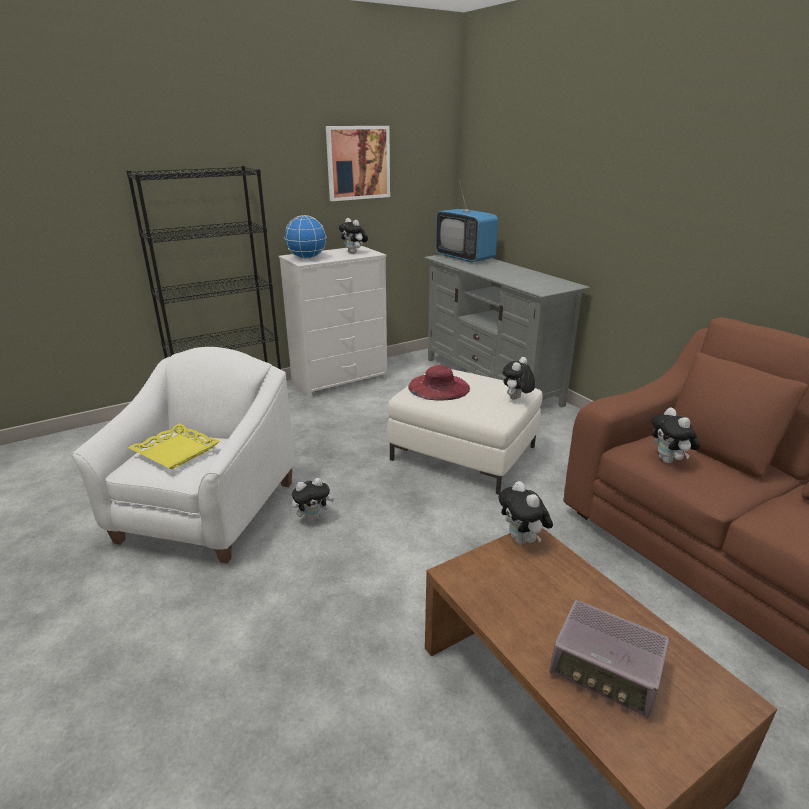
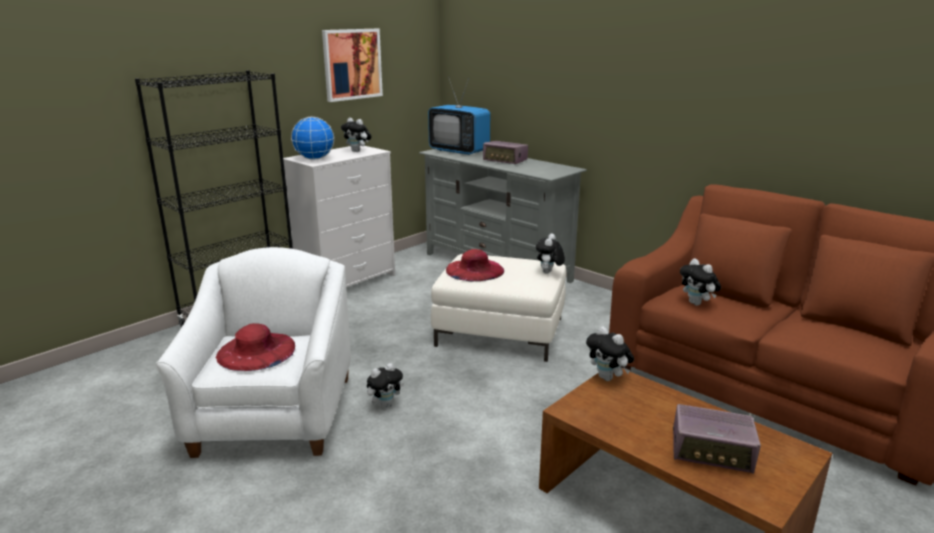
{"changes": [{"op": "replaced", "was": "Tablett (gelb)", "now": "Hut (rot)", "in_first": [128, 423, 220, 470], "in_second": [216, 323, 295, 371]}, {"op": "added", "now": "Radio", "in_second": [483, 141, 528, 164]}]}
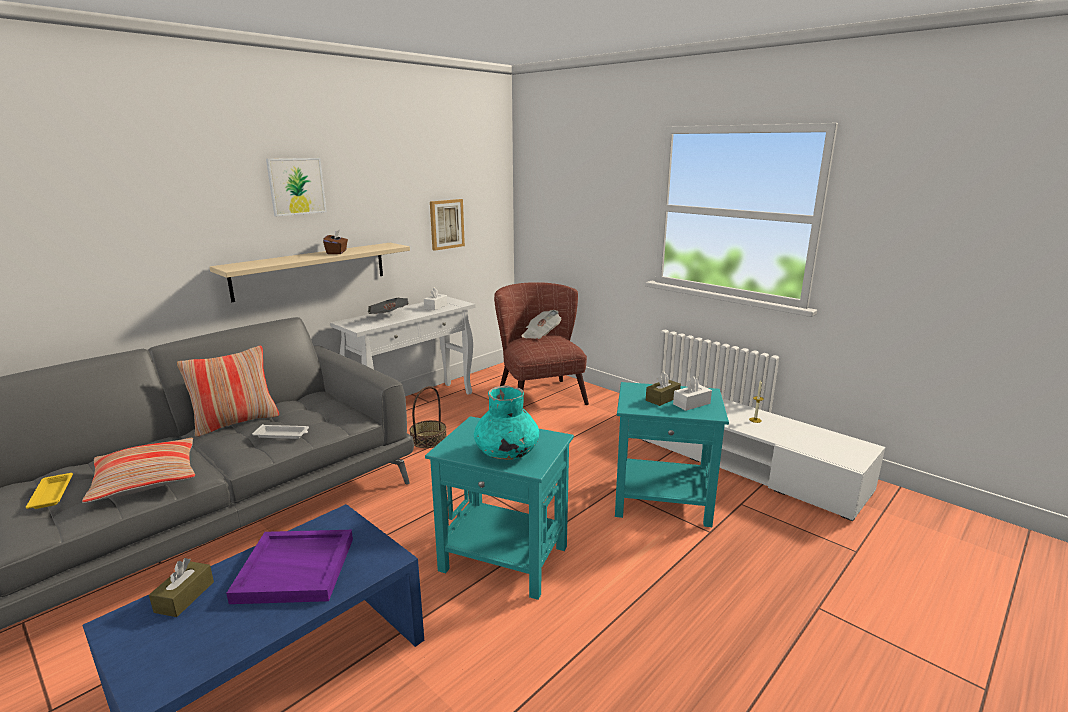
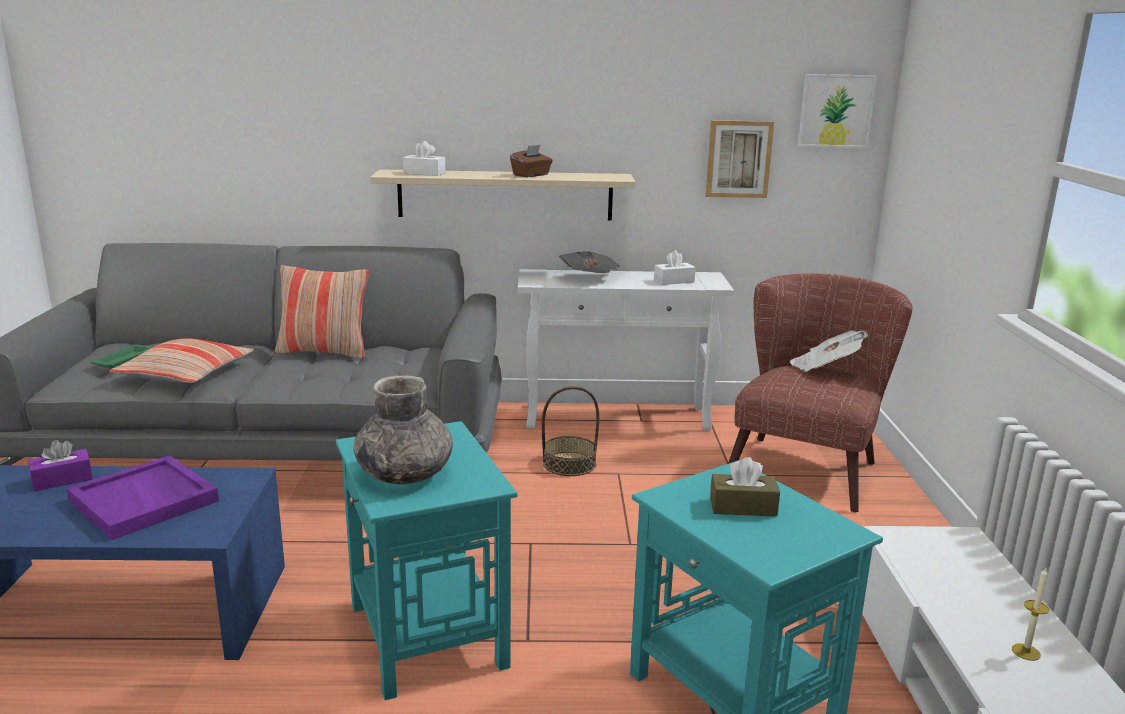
{"changes": [{"op": "recoloured", "was": "Taschentuchbox (braun)", "now": "Taschentuchbox (lila)", "in_first": [149, 558, 214, 617], "in_second": [28, 440, 93, 491]}, {"op": "recoloured", "was": "Tablett (gelb)", "now": "Tablett (grün)", "in_first": [26, 473, 73, 509], "in_second": [90, 344, 153, 369]}, {"op": "recoloured", "was": "Vase (türkis)", "now": "Vase (grau)", "in_first": [474, 385, 539, 460], "in_second": [353, 375, 453, 485]}, {"op": "moved", "was": "Taschentuchbox (weiß)", "in_first": [673, 376, 712, 411], "in_second": [403, 141, 445, 176]}, {"op": "moved", "was": "Bild", "in_first": [266, 158, 327, 216], "in_second": [798, 74, 877, 148]}, {"op": "removed", "was": "Tablett (weiß)", "in_first": [252, 424, 309, 439]}]}
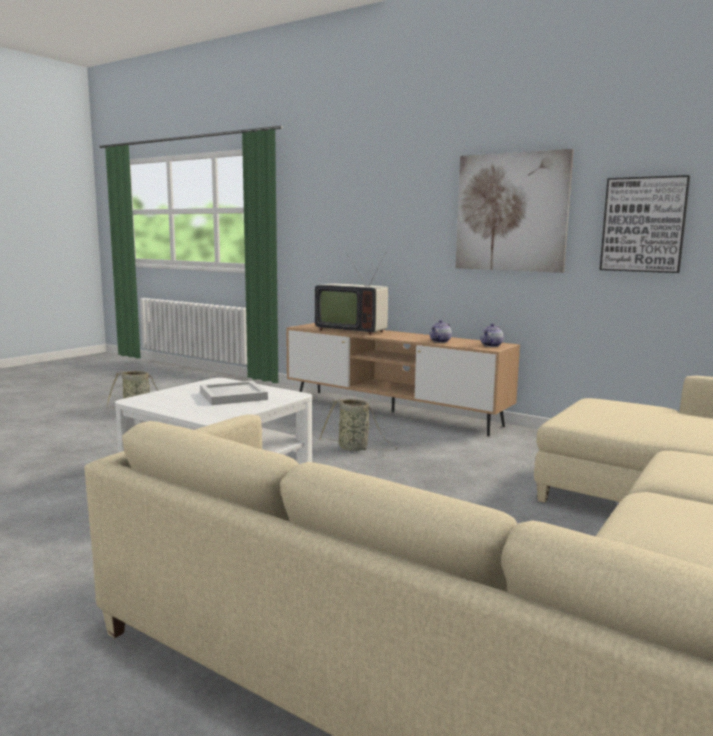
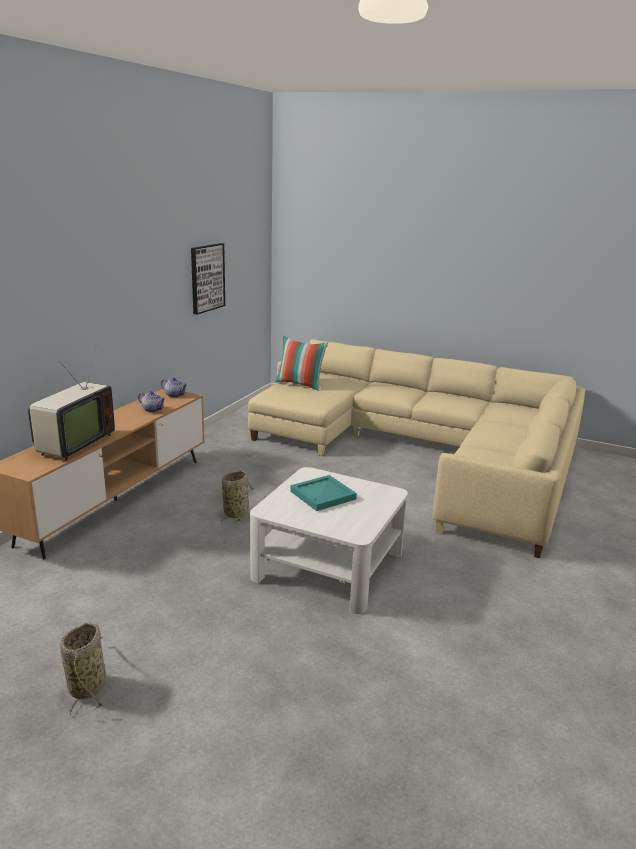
{"changes": [{"op": "added", "now": "Kissen", "in_second": [275, 336, 328, 391]}, {"op": "recoloured", "was": "Tablett (weiß)", "now": "Tablett (türkis)", "in_first": [200, 381, 268, 405], "in_second": [290, 475, 357, 511]}, {"op": "removed", "was": "Bild", "in_first": [456, 149, 574, 273]}]}
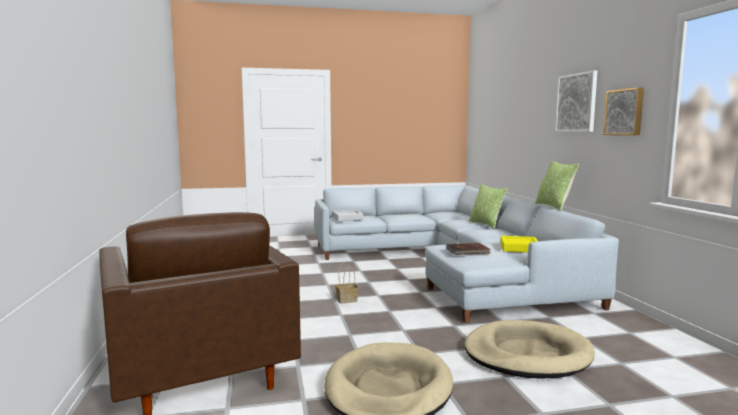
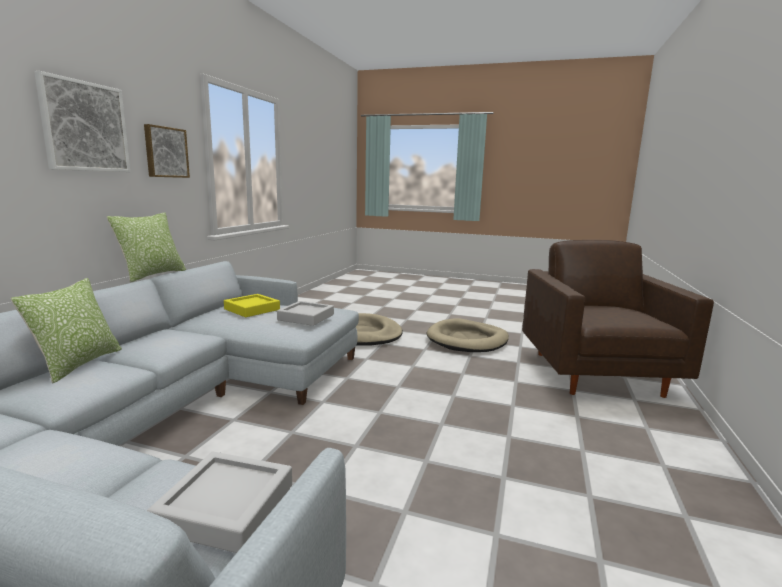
{"changes": [{"op": "replaced", "was": "Buch (braun)", "now": "Tablett (grau)", "in_first": [446, 243, 491, 255], "in_second": [277, 301, 334, 326]}, {"op": "removed", "was": "Korb", "in_first": [336, 262, 358, 304]}]}
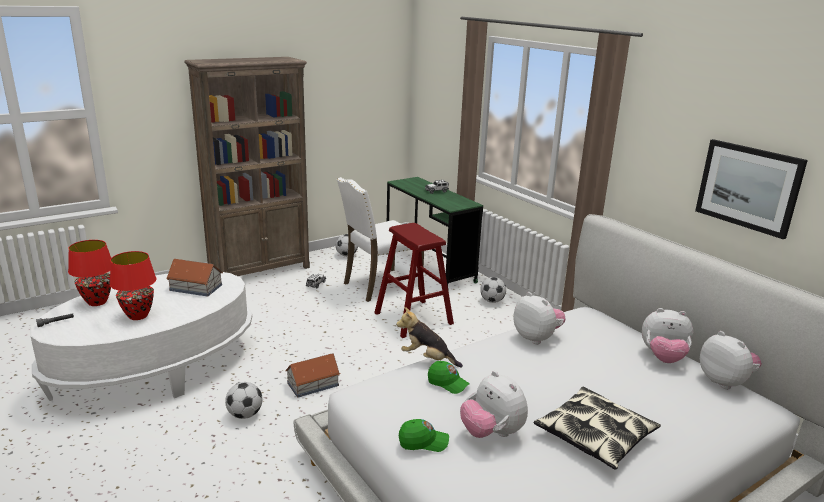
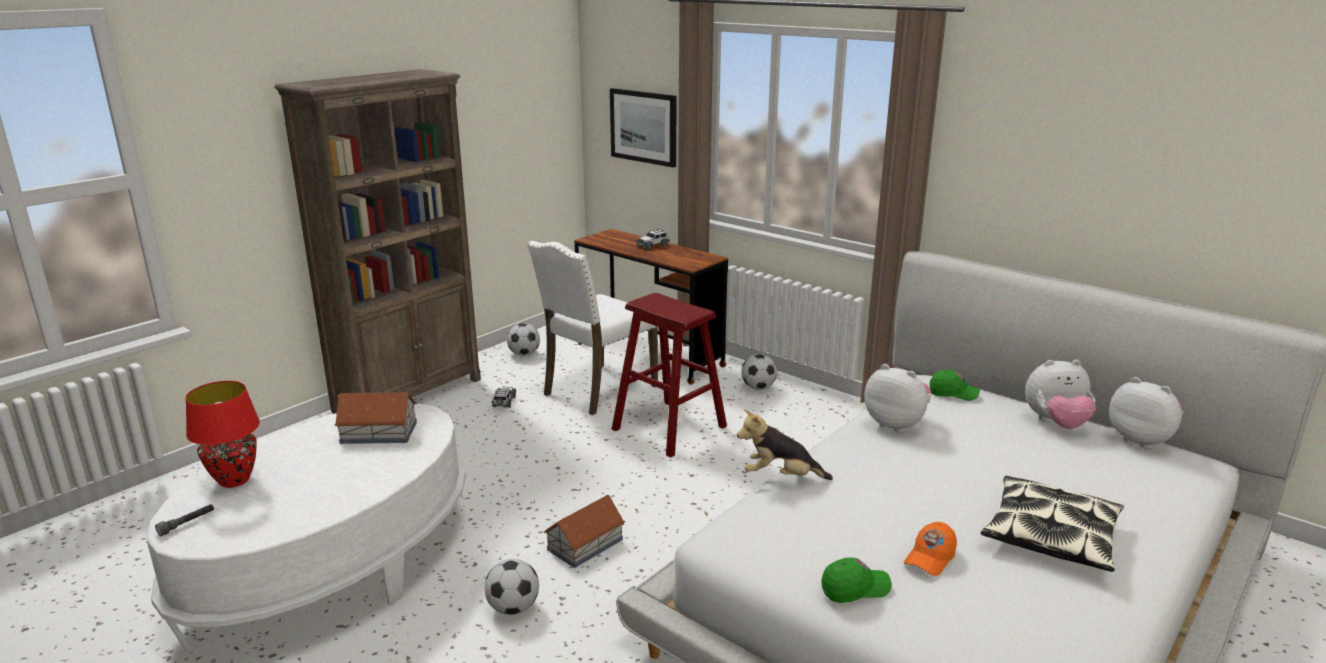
{"changes": [{"op": "recoloured", "was": "Schreibtisch (grün)", "now": "Schreibtisch (braun)", "in_first": [387, 177, 483, 285], "in_second": [574, 229, 728, 385]}, {"op": "moved", "was": "Bild", "in_first": [695, 139, 808, 239], "in_second": [610, 88, 677, 167]}, {"op": "replaced", "was": "Plüschtier", "now": "Kappe (orange)", "in_first": [460, 371, 528, 438], "in_second": [904, 522, 957, 576]}, {"op": "moved", "was": "Kappe (grün)", "in_first": [428, 361, 470, 394], "in_second": [929, 370, 980, 401]}, {"op": "removed", "was": "Tischlampe (rot)", "in_first": [110, 251, 157, 320]}]}
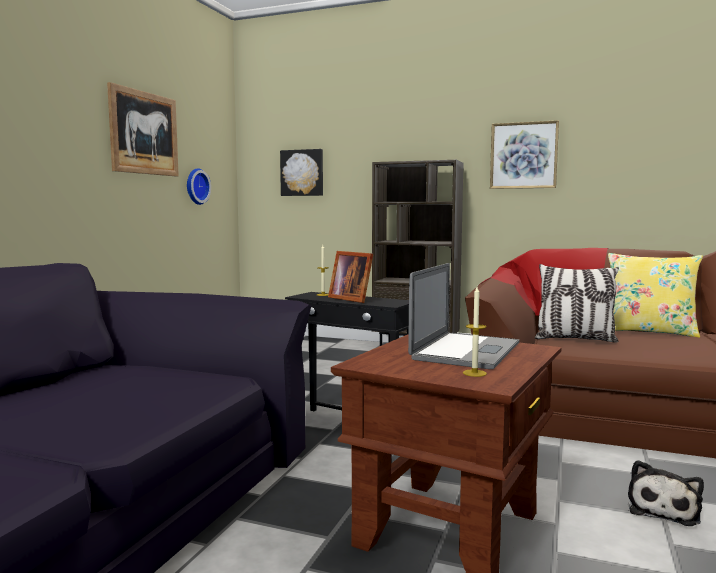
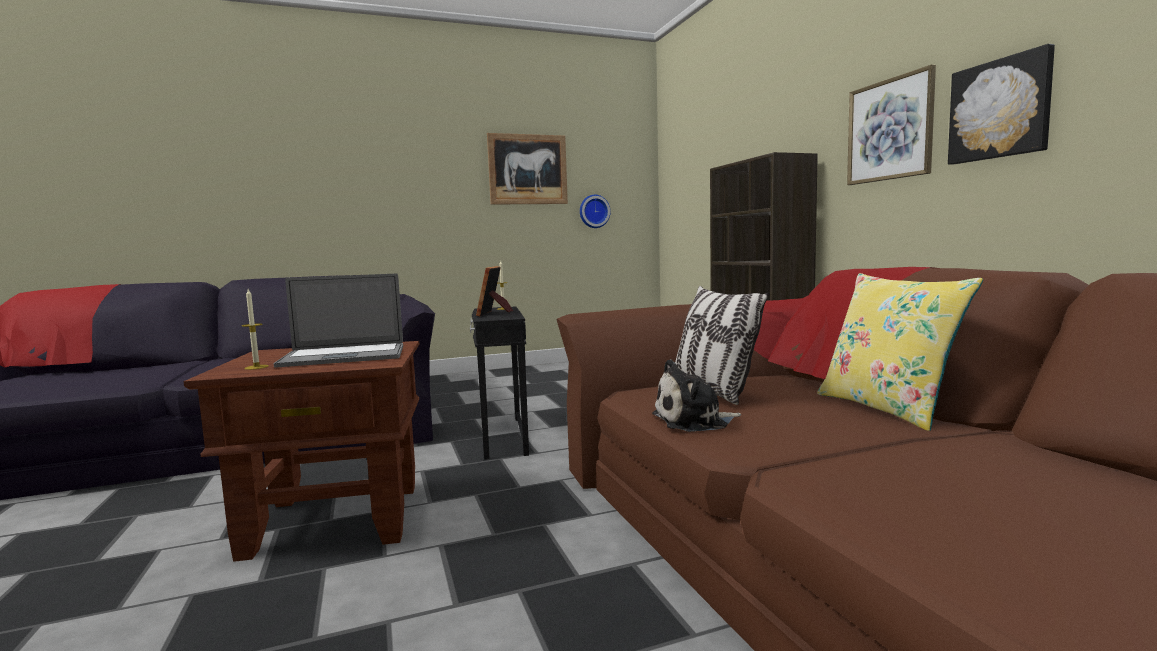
{"changes": [{"op": "moved", "was": "Plüschtier", "in_first": [628, 460, 704, 526], "in_second": [652, 359, 741, 432]}, {"op": "moved", "was": "Bild", "in_first": [280, 149, 323, 196], "in_second": [948, 44, 1055, 165]}]}
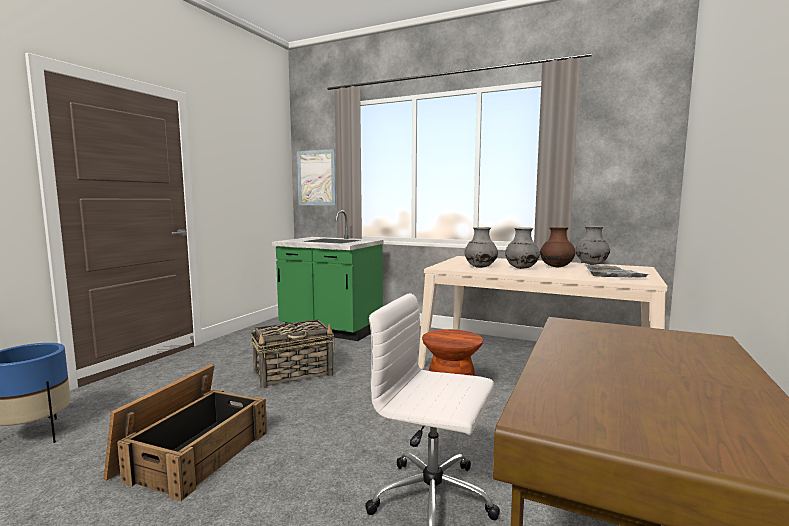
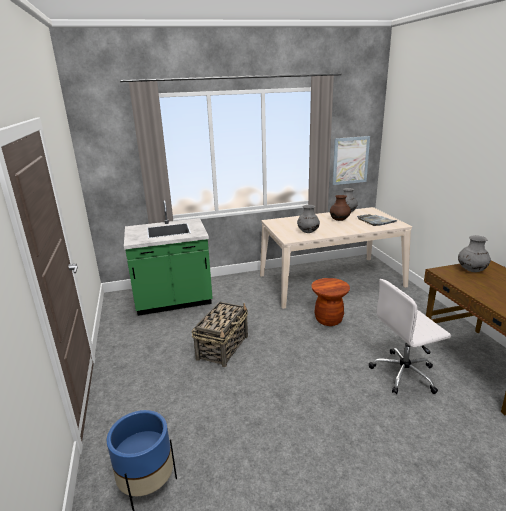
{"changes": [{"op": "moved", "was": "Bild", "in_first": [297, 149, 336, 205], "in_second": [333, 136, 370, 185]}, {"op": "moved", "was": "Vase (grau)", "in_first": [505, 227, 540, 269], "in_second": [458, 235, 491, 272]}, {"op": "removed", "was": "Kiste", "in_first": [104, 364, 267, 501]}]}
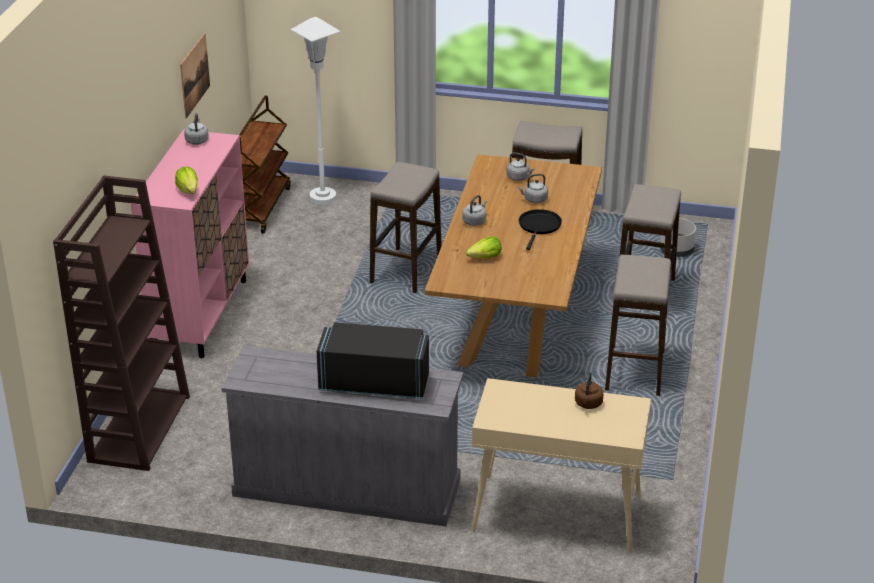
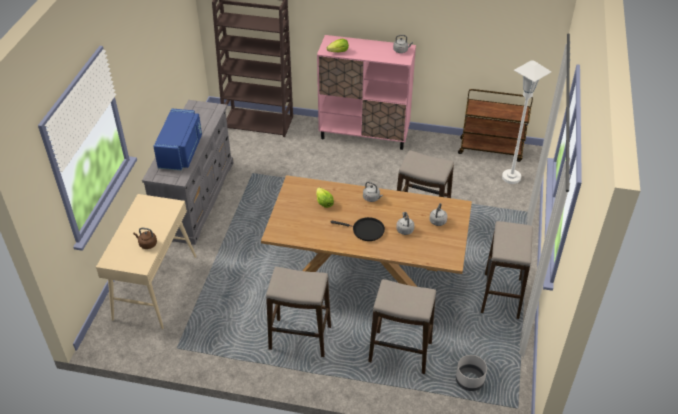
{"changes": [{"op": "recoloured", "was": "Mikrowelle (schwarz)", "now": "Mikrowelle (blau)", "in_first": [317, 322, 429, 399], "in_second": [153, 108, 202, 171]}, {"op": "removed", "was": "Bild", "in_first": [180, 33, 210, 118]}]}
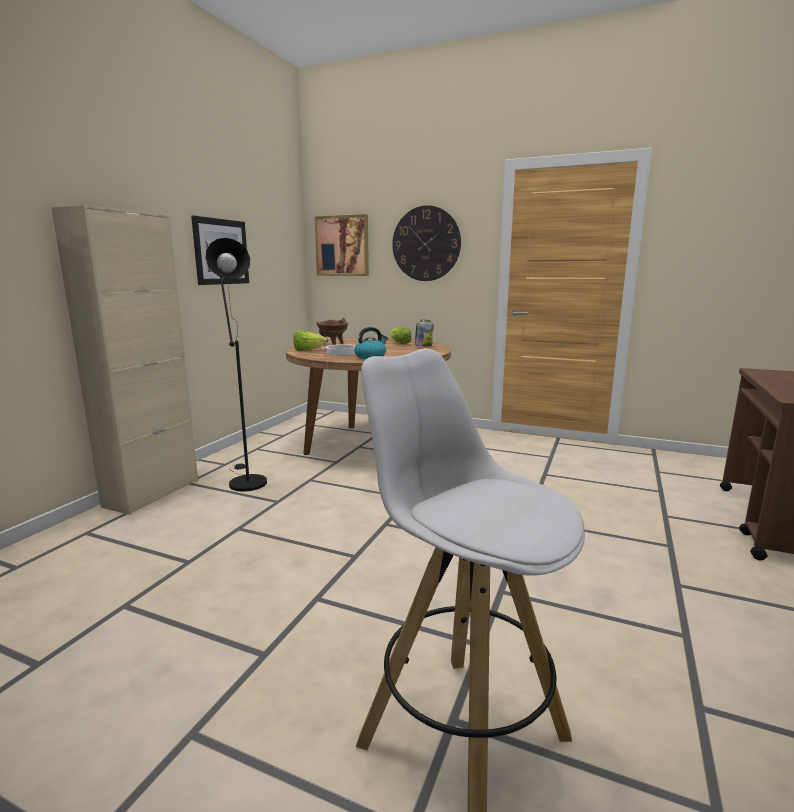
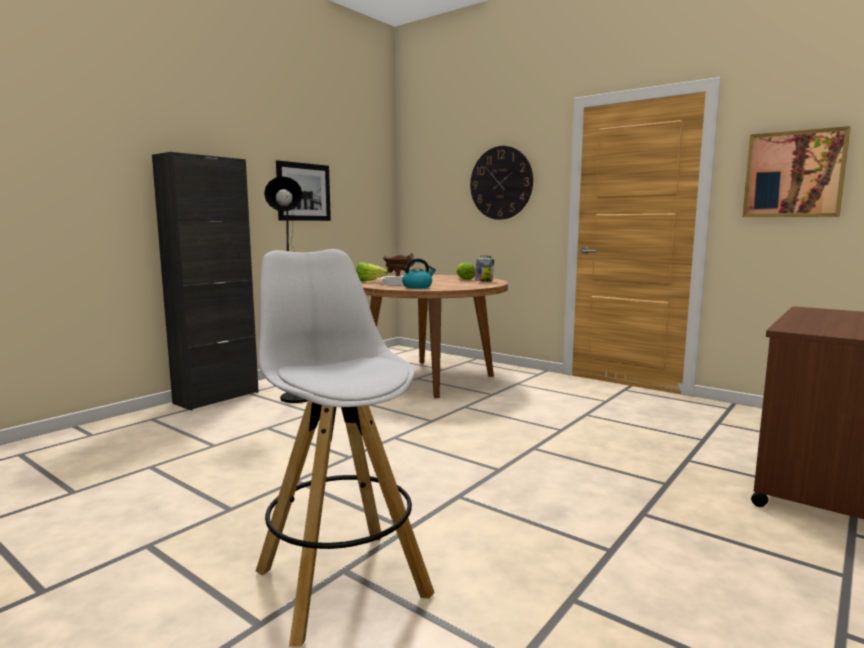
{"changes": [{"op": "recoloured", "was": "Schrank (beige)", "now": "Schrank (schwarz)", "in_first": [51, 205, 198, 515], "in_second": [152, 152, 259, 411]}, {"op": "moved", "was": "Bild", "in_first": [315, 214, 369, 276], "in_second": [743, 126, 851, 217]}]}
